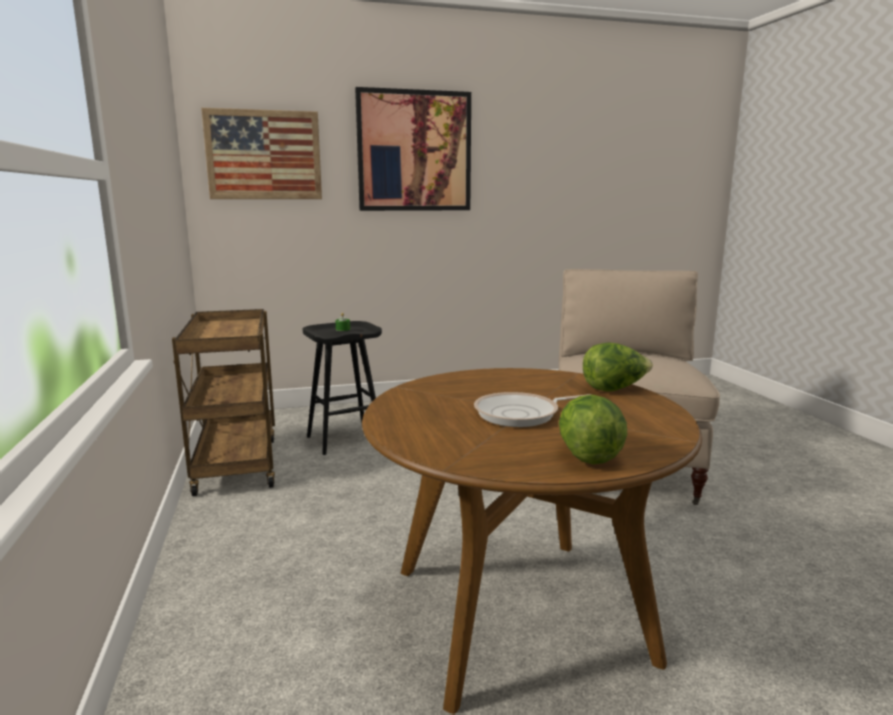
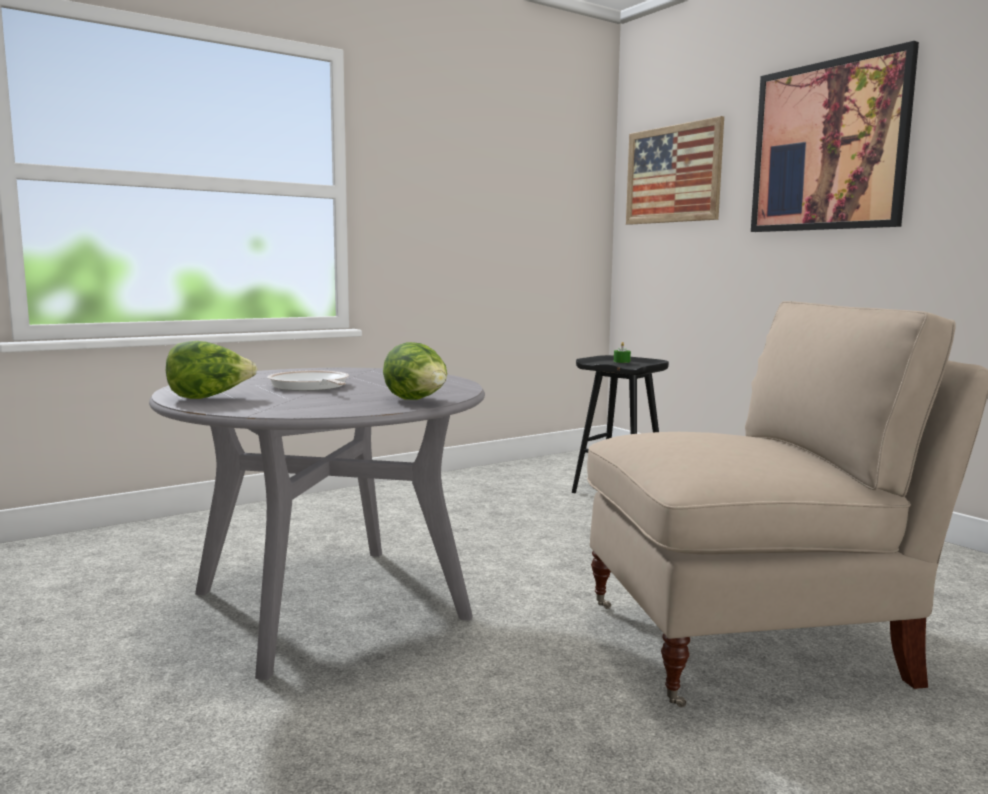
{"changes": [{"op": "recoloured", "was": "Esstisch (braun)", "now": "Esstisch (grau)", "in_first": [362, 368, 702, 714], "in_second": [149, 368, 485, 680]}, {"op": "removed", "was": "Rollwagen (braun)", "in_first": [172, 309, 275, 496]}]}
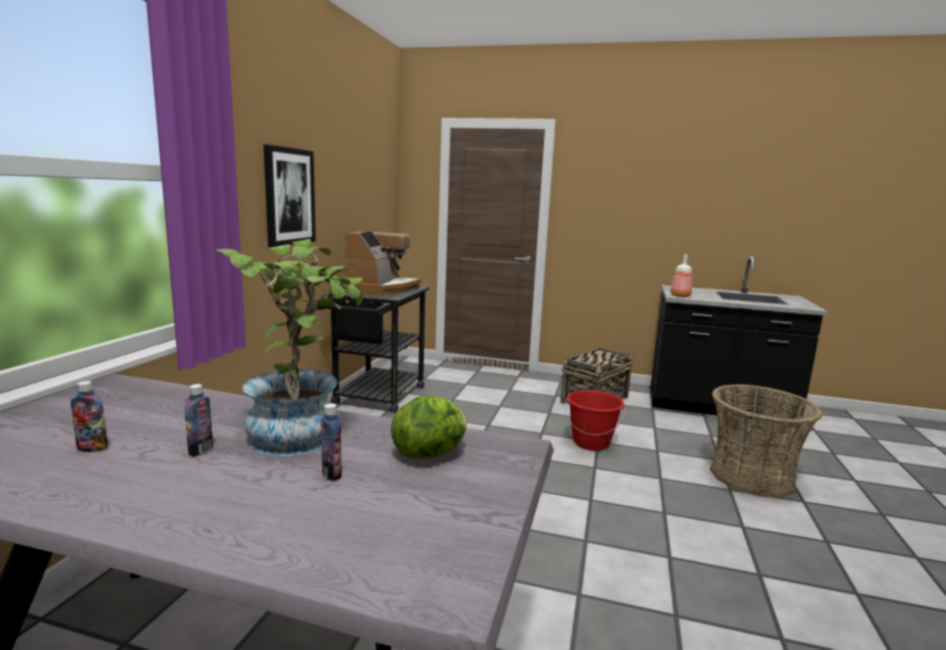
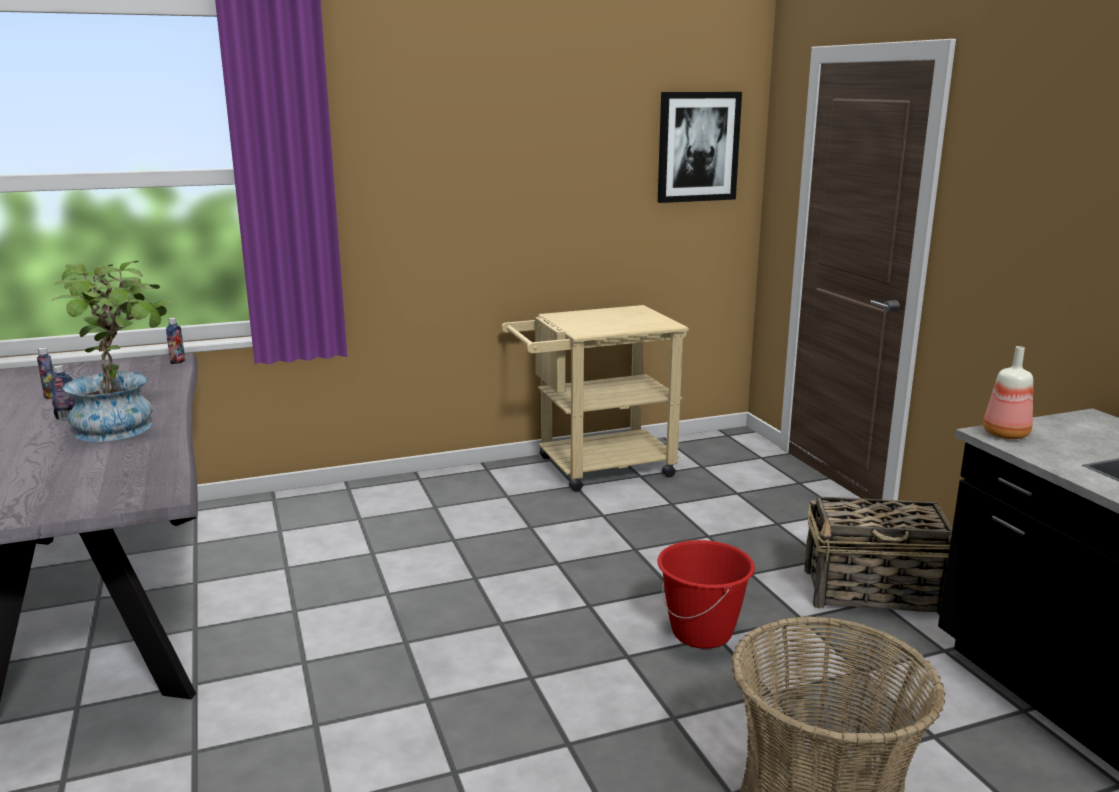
{"changes": [{"op": "moved", "was": "Flasche", "in_first": [321, 403, 342, 481], "in_second": [166, 318, 185, 364]}, {"op": "recoloured", "was": "Rollwagen (schwarz)", "now": "Rollwagen (beige)", "in_first": [317, 286, 429, 413], "in_second": [501, 305, 689, 492]}, {"op": "moved", "was": "Bild", "in_first": [264, 145, 316, 247], "in_second": [658, 92, 742, 203]}, {"op": "removed", "was": "Kaffeemaschine", "in_first": [345, 231, 422, 296]}, {"op": "removed", "was": "Salatkopf", "in_first": [391, 396, 467, 459]}]}
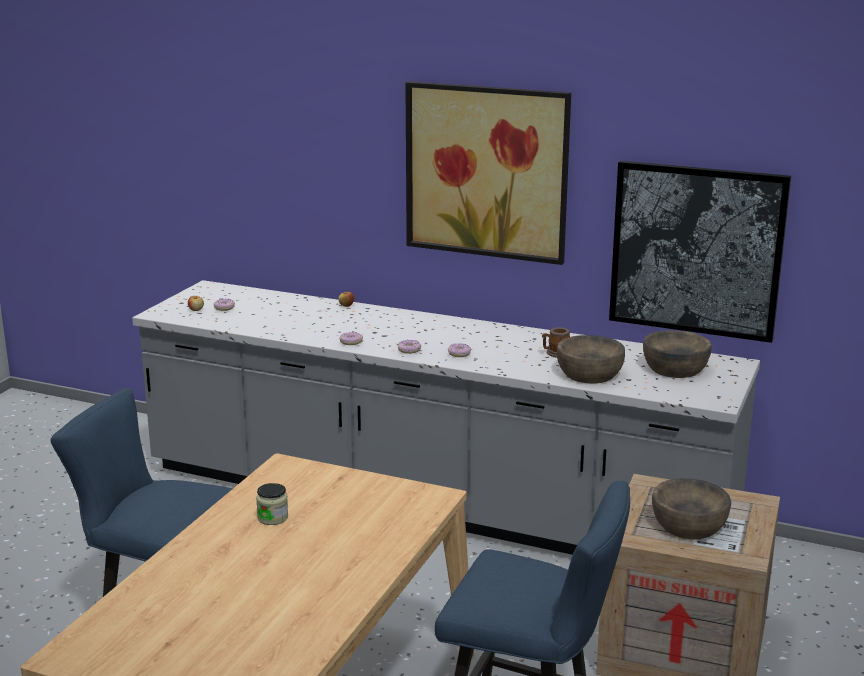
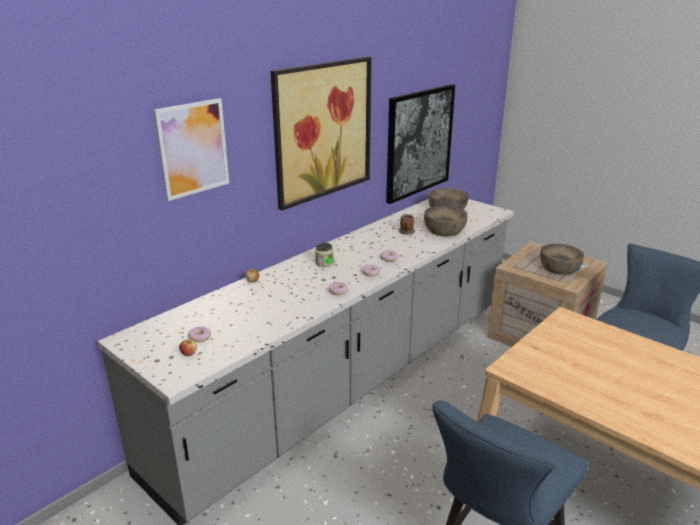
{"changes": [{"op": "added", "now": "Bild", "in_second": [154, 98, 229, 201]}, {"op": "moved", "was": "Vorratsglas", "in_first": [256, 483, 288, 525], "in_second": [315, 243, 334, 267]}]}
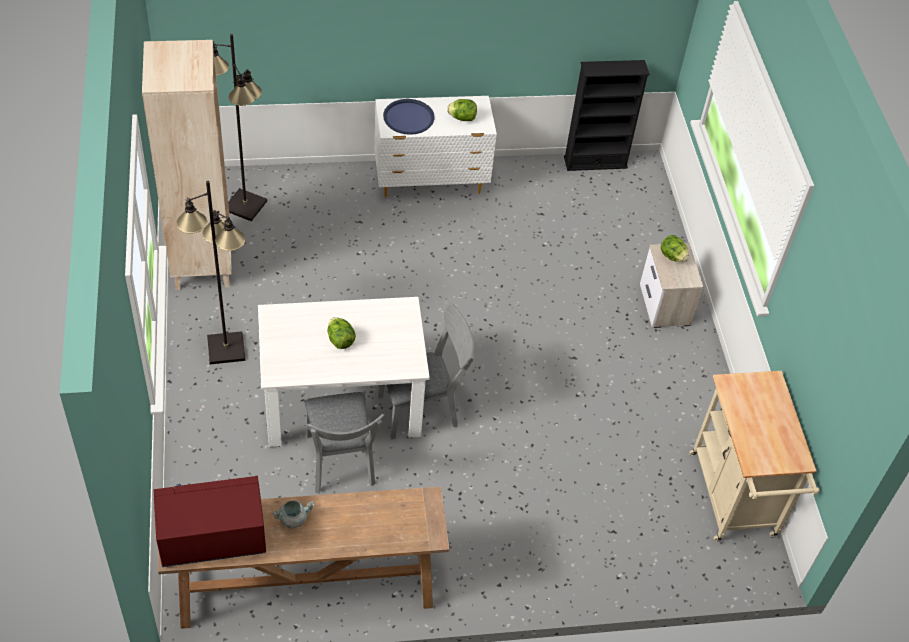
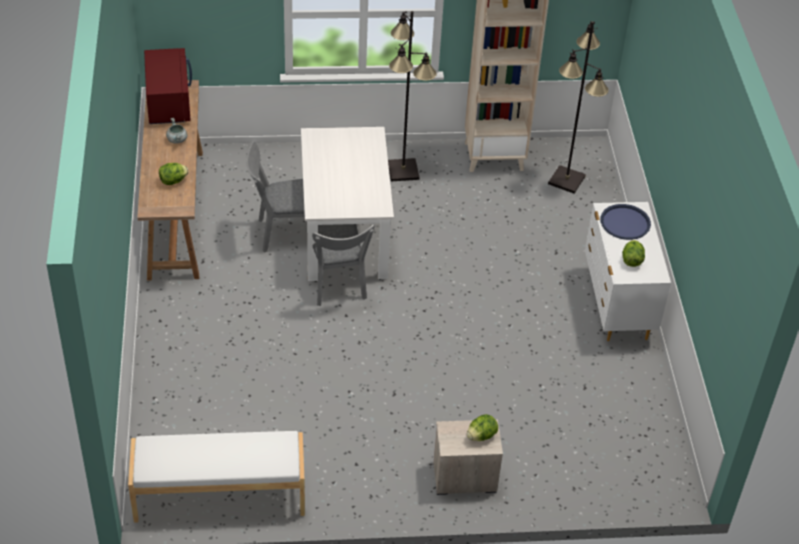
{"changes": [{"op": "replaced", "was": "Rollwagen (beige)", "now": "Bank (weiß)", "in_first": [689, 371, 820, 542], "in_second": [128, 431, 305, 523]}, {"op": "moved", "was": "Salatkopf", "in_first": [327, 317, 356, 349], "in_second": [159, 163, 188, 185]}, {"op": "removed", "was": "Bücherregal (schwarz)", "in_first": [564, 60, 650, 171]}]}
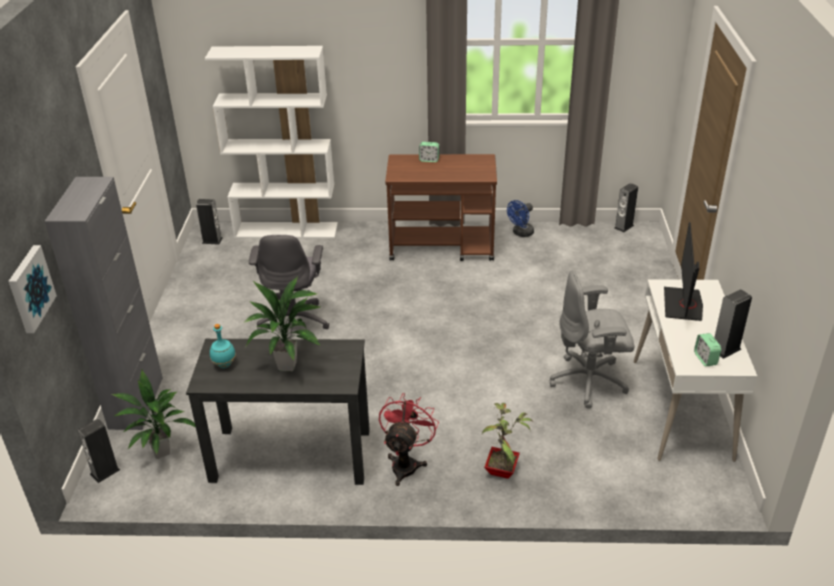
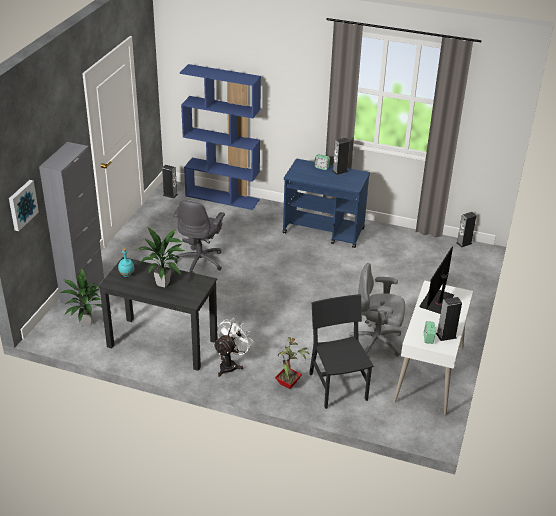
{"changes": [{"op": "recoloured", "was": "Bücherregal (weiß)", "now": "Bücherregal (blau)", "in_first": [205, 46, 338, 239], "in_second": [180, 64, 261, 210]}, {"op": "recoloured", "was": "Ventilator (rot)", "now": "Ventilator (weiß)", "in_first": [379, 393, 439, 486], "in_second": [213, 318, 253, 377]}, {"op": "recoloured", "was": "Rollwagen (braun)", "now": "Rollwagen (blau)", "in_first": [385, 154, 497, 261], "in_second": [282, 159, 370, 248]}, {"op": "added", "now": "Stuhl (schwarz)", "in_second": [309, 294, 374, 409]}, {"op": "moved", "was": "Lautsprecher", "in_first": [77, 418, 120, 483], "in_second": [332, 138, 350, 175]}, {"op": "removed", "was": "Ventilator (blau)", "in_first": [507, 200, 534, 237]}]}
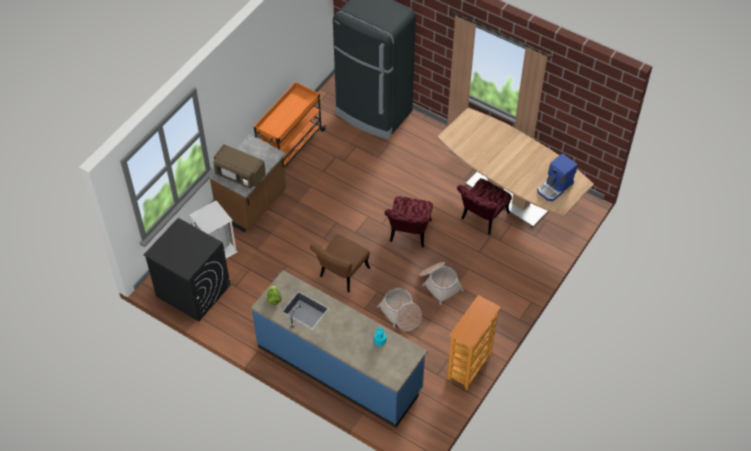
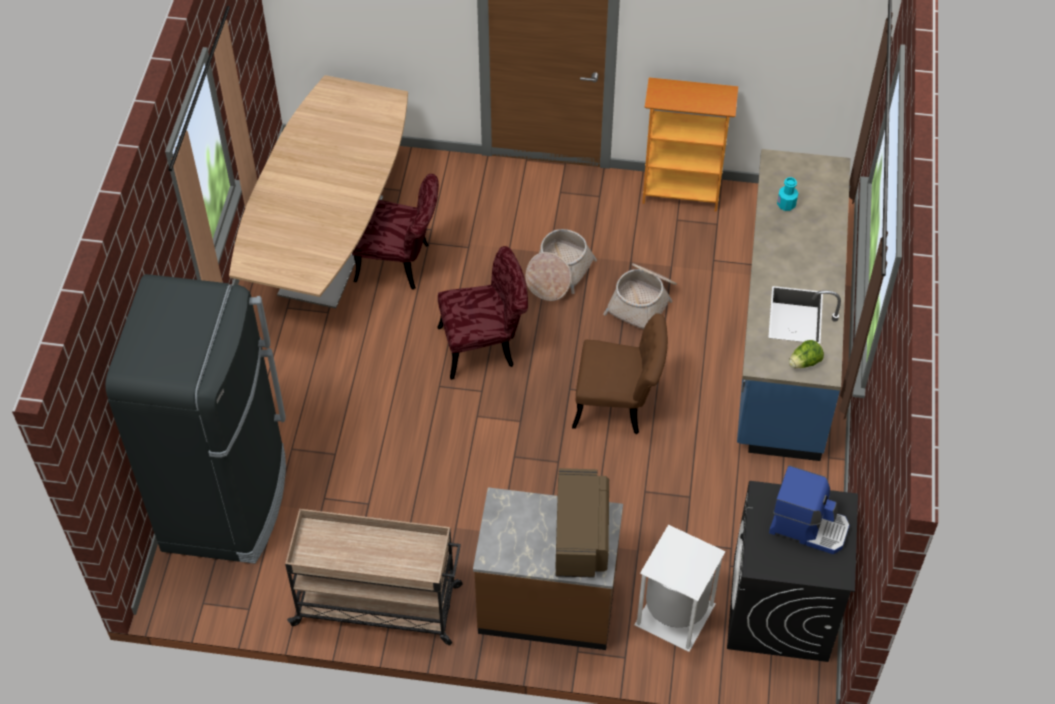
{"changes": [{"op": "recoloured", "was": "Rollwagen (orange)", "now": "Rollwagen (beige)", "in_first": [254, 82, 326, 168], "in_second": [285, 509, 463, 645]}, {"op": "moved", "was": "Kaffeemaschine", "in_first": [538, 153, 578, 202], "in_second": [769, 466, 850, 554]}]}
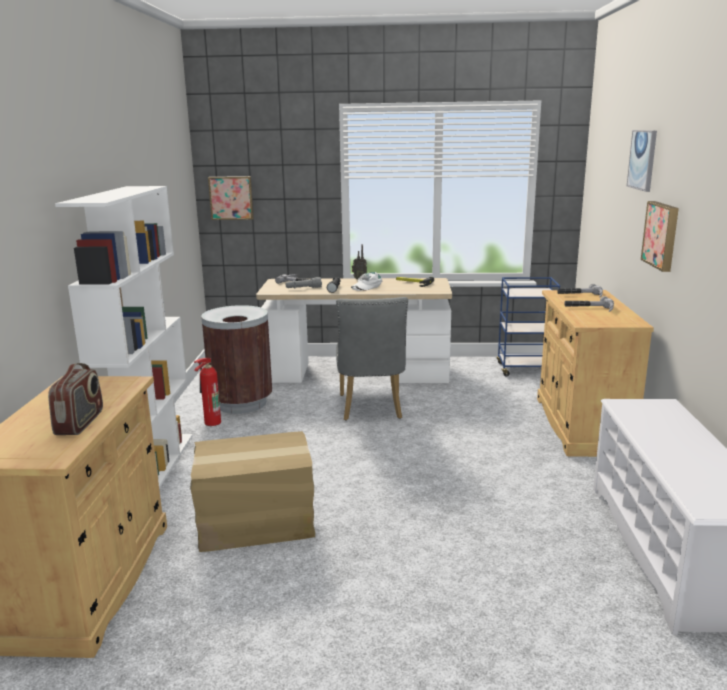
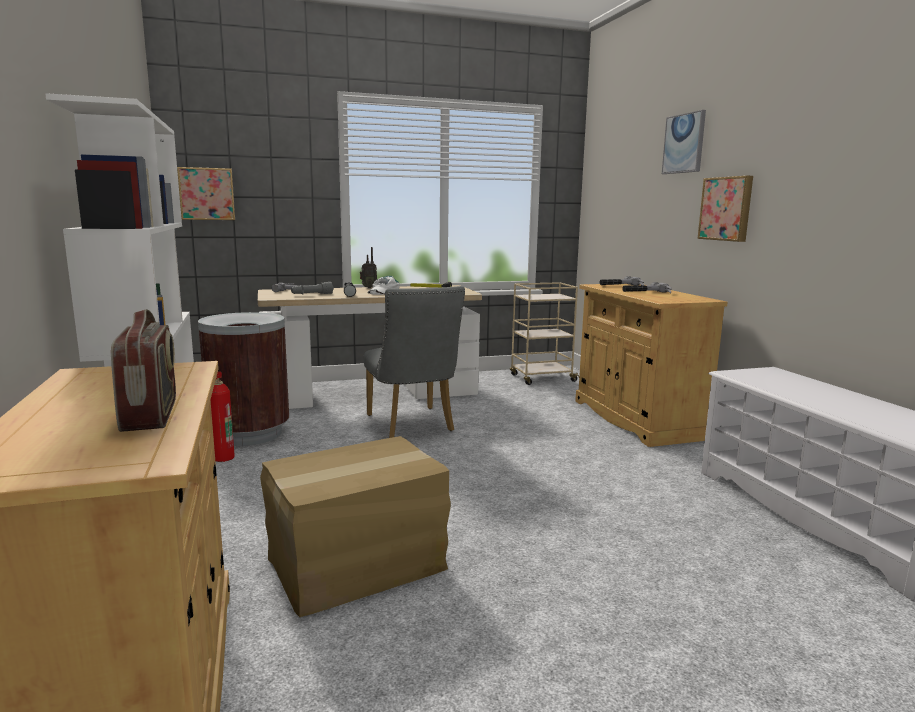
{"changes": [{"op": "recoloured", "was": "Rollwagen (blau)", "now": "Rollwagen (beige)", "in_first": [496, 277, 560, 377], "in_second": [510, 282, 579, 385]}]}
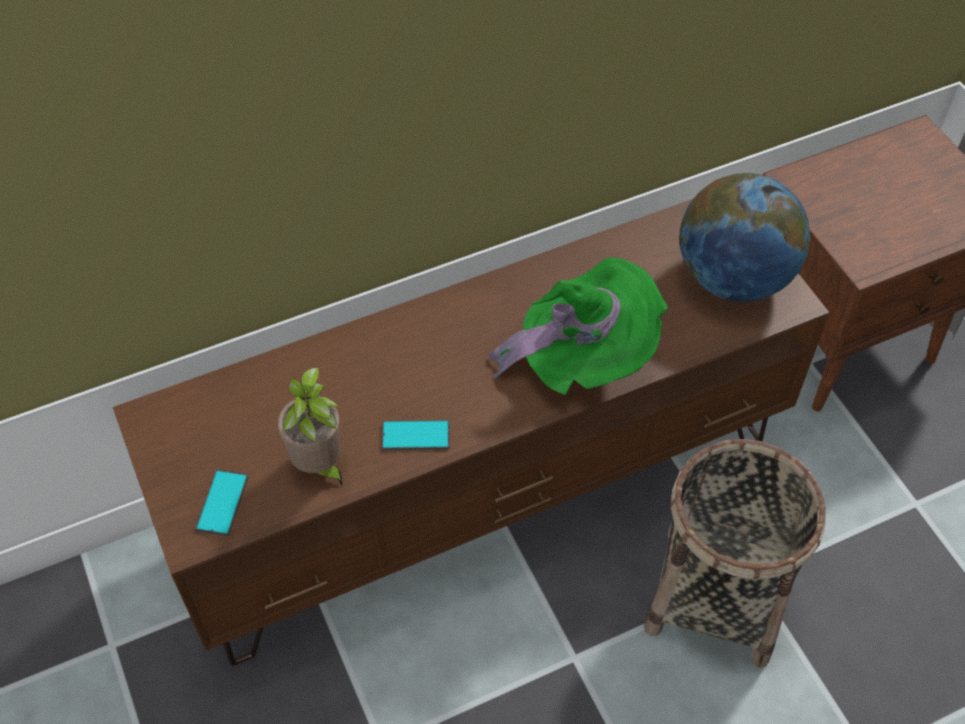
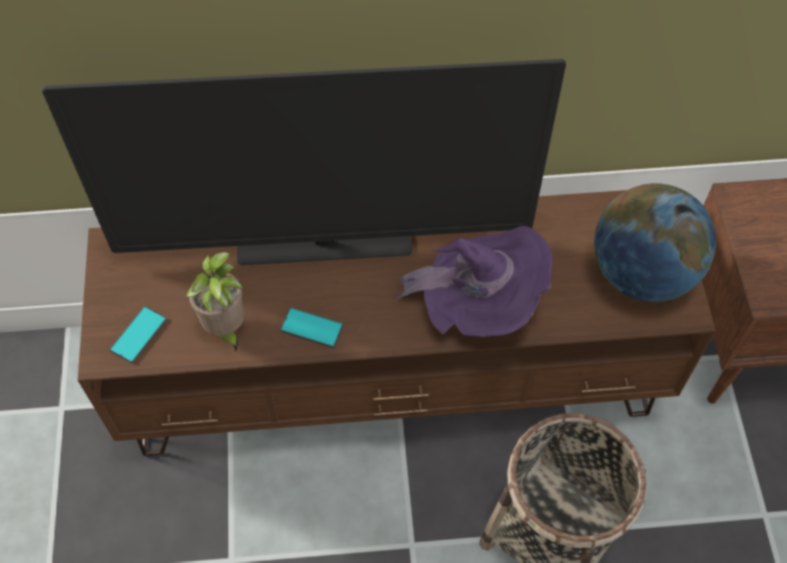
{"changes": [{"op": "added", "now": "Fernseher", "in_second": [42, 59, 566, 265]}, {"op": "recoloured", "was": "Hut (grün)", "now": "Hut (lila)", "in_first": [489, 257, 668, 395], "in_second": [396, 226, 553, 337]}]}
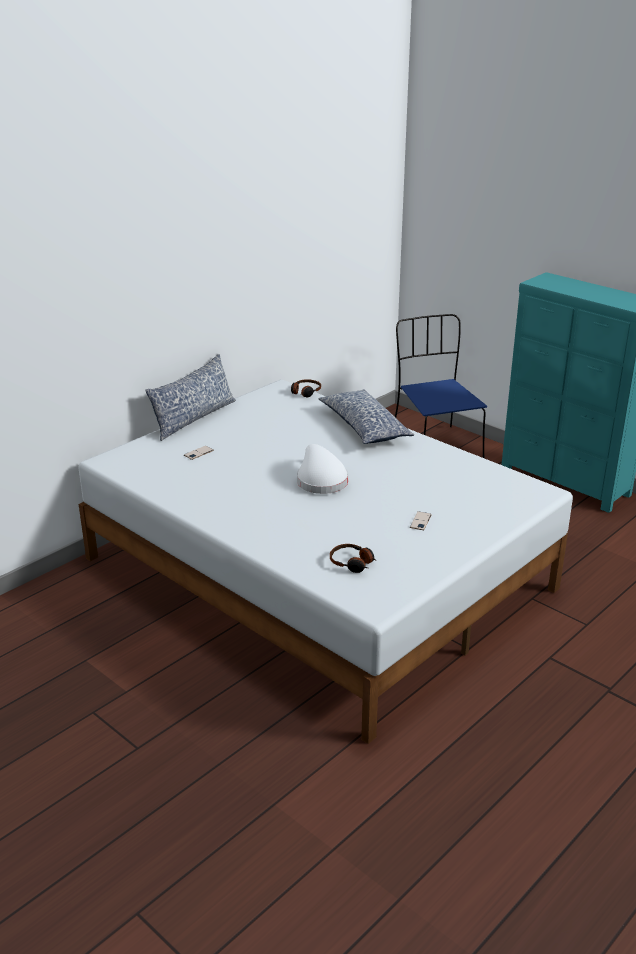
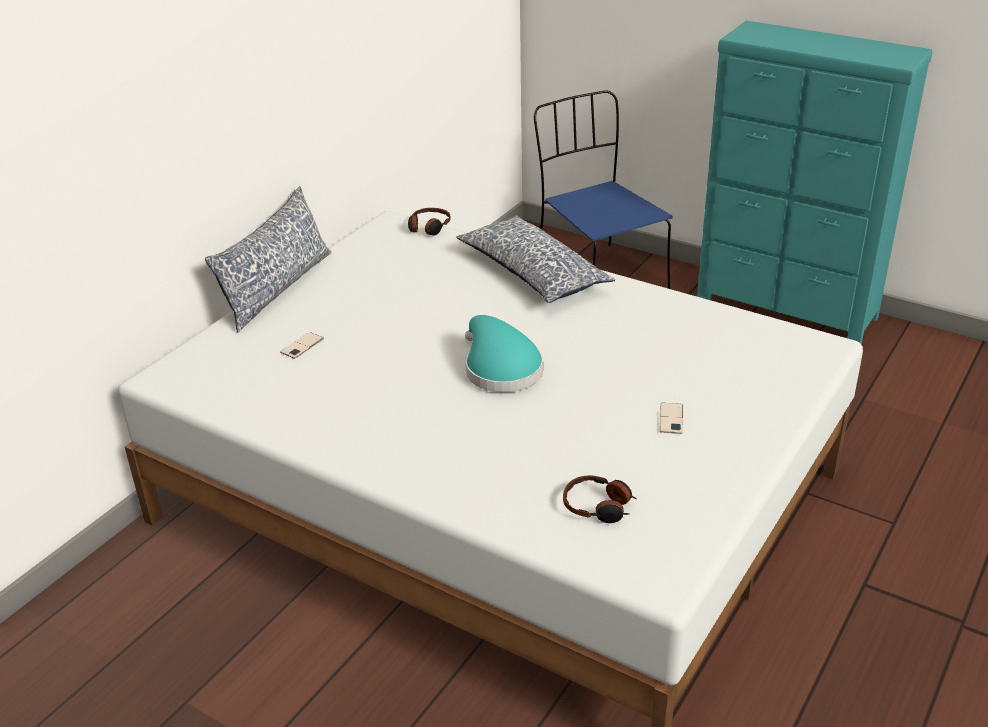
{"changes": [{"op": "recoloured", "was": "Hut (weiß)", "now": "Hut (türkis)", "in_first": [297, 444, 348, 494], "in_second": [465, 315, 543, 392]}]}
